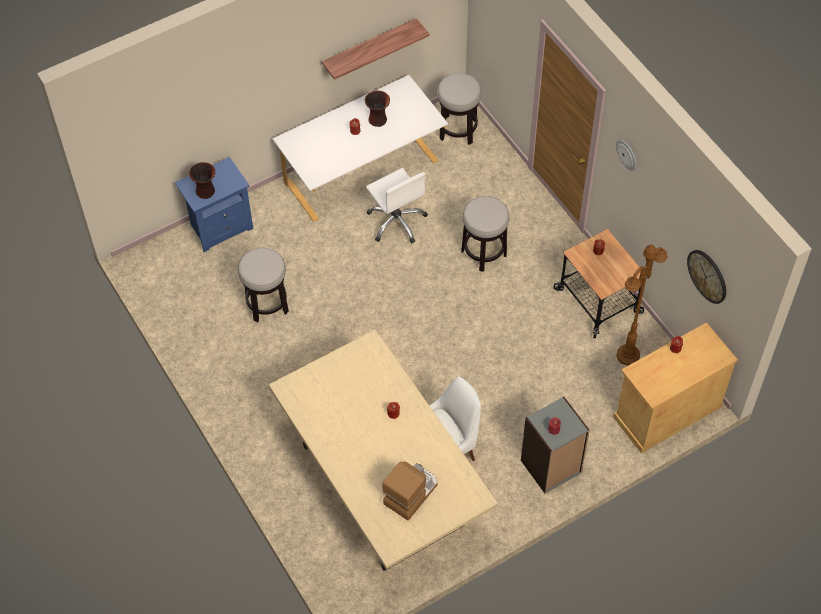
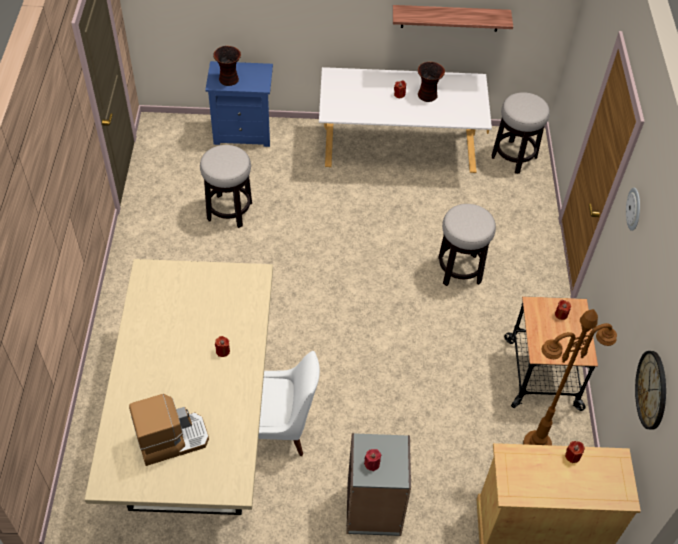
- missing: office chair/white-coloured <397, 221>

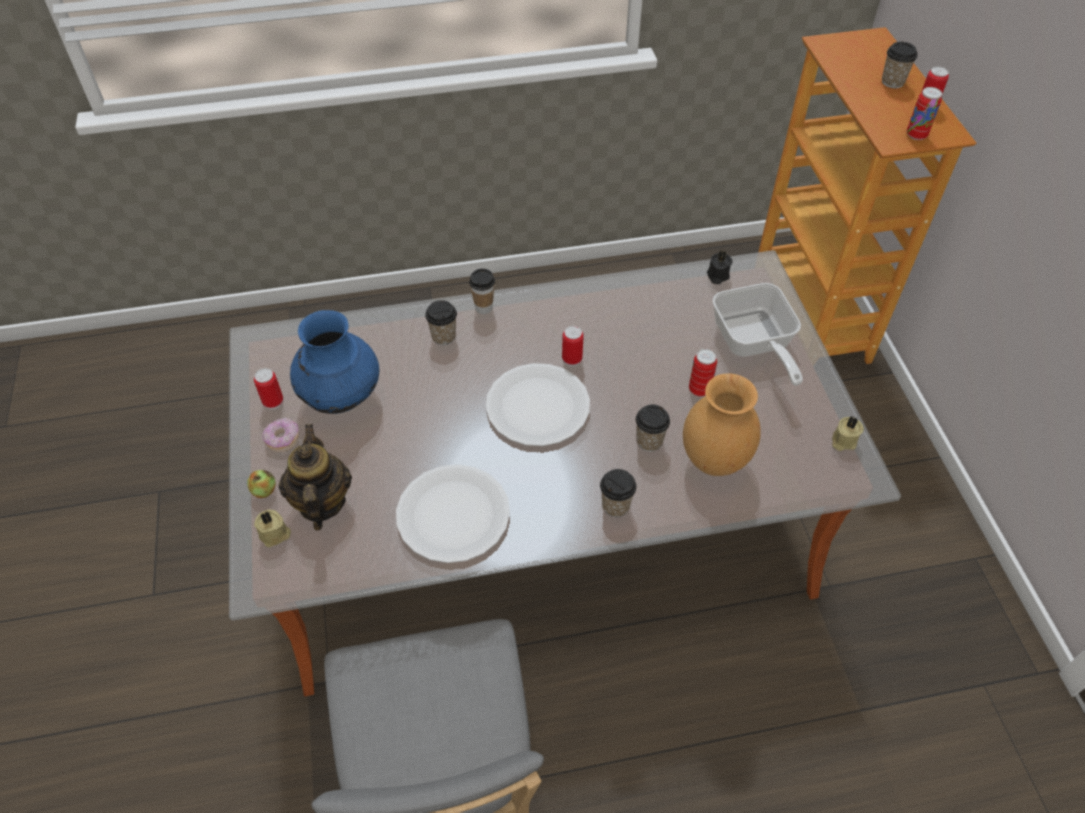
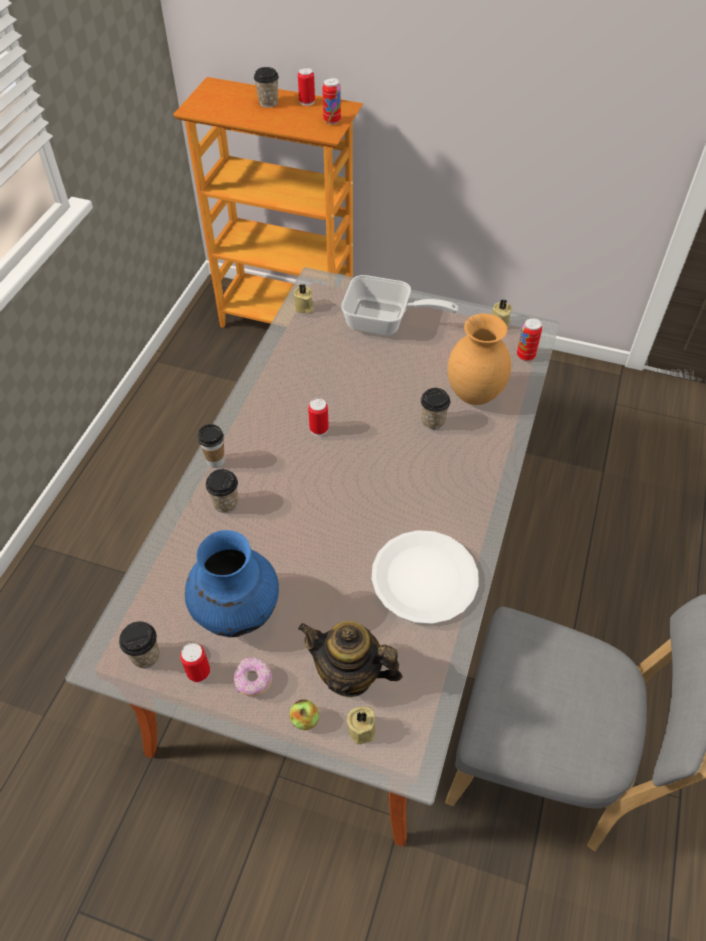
- colour: candle/black-coloured <717, 276> to candle/beige-coloured <304, 307>
- relocated: can <699, 389> to <525, 356>
- missing: flat dish/white-coloured <537, 406>
- relocated: small cup <615, 506> to <145, 656>

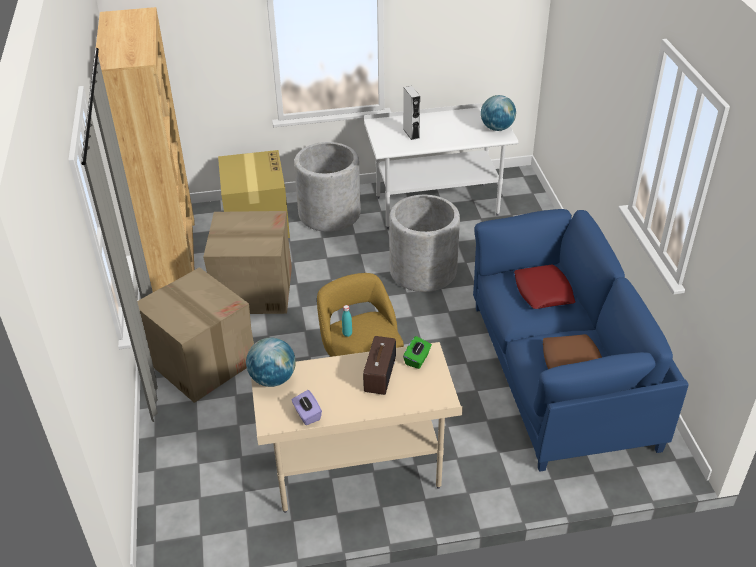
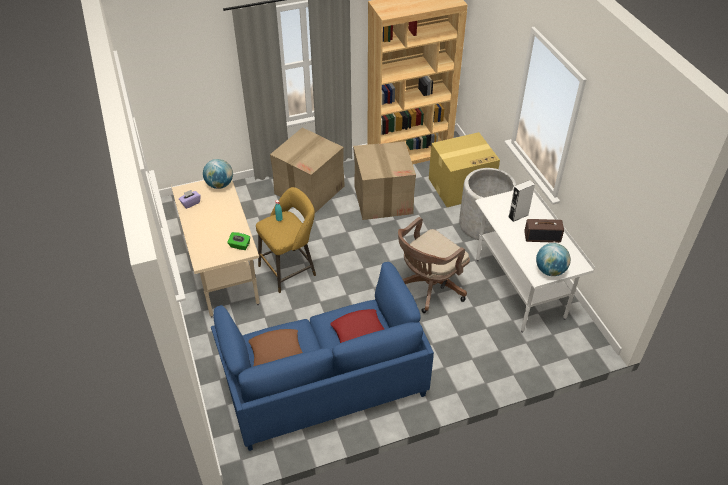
- exchanged: planter/gray <423, 271> to office chair/brown <428, 288>
- relocated: radio set <379, 374> to <542, 237>

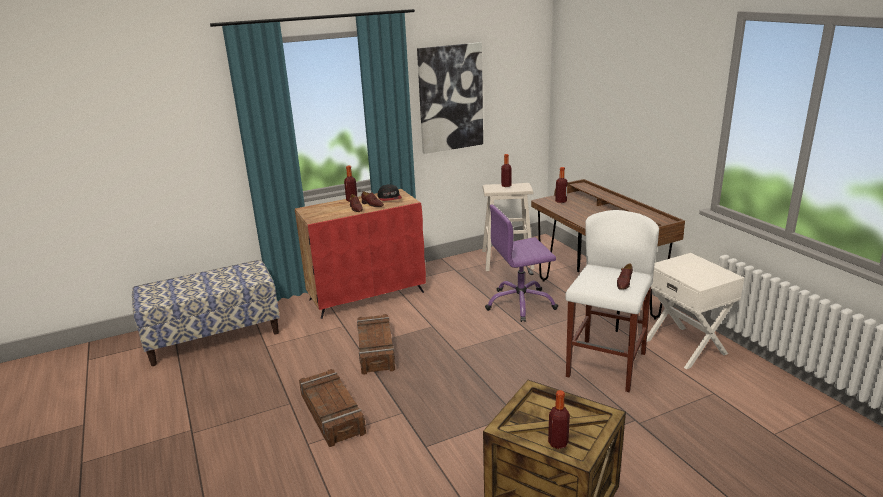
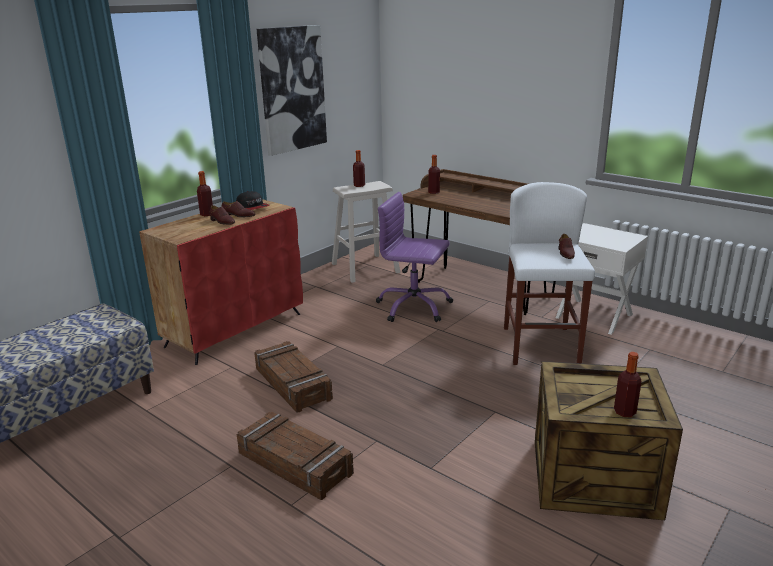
- spun: office chair/purple <520, 304> = <413, 307> 60 degrees clockwise

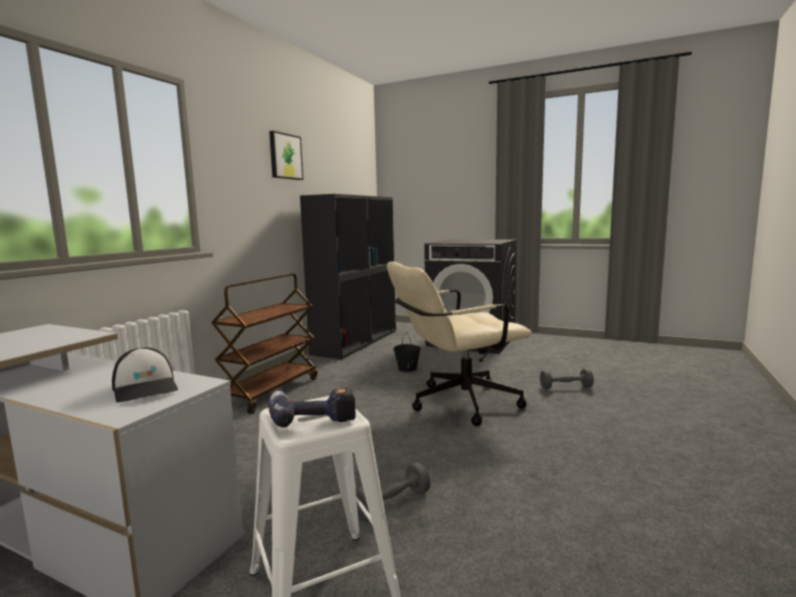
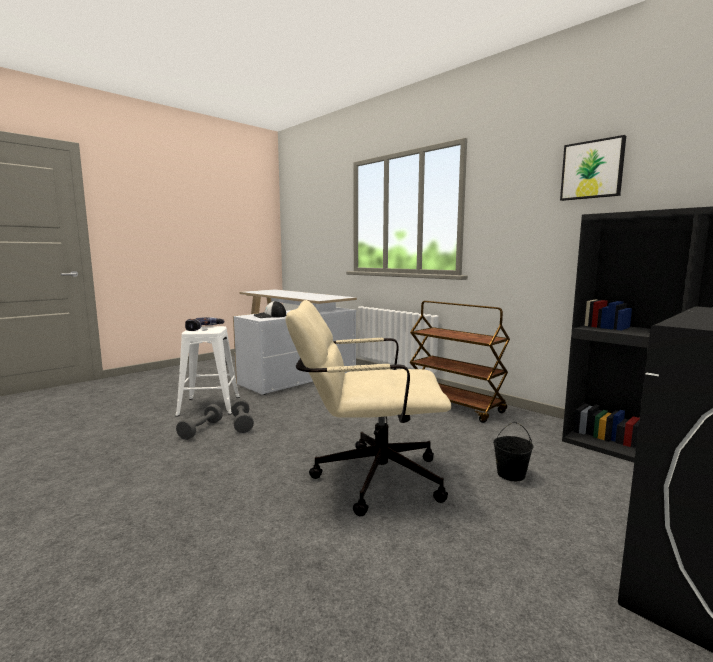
- spun: office chair/beige-coloured <456, 403> = <367, 478> 90 degrees counterclockwise
- relocated: hand weight/gray <565, 387> to <201, 430>

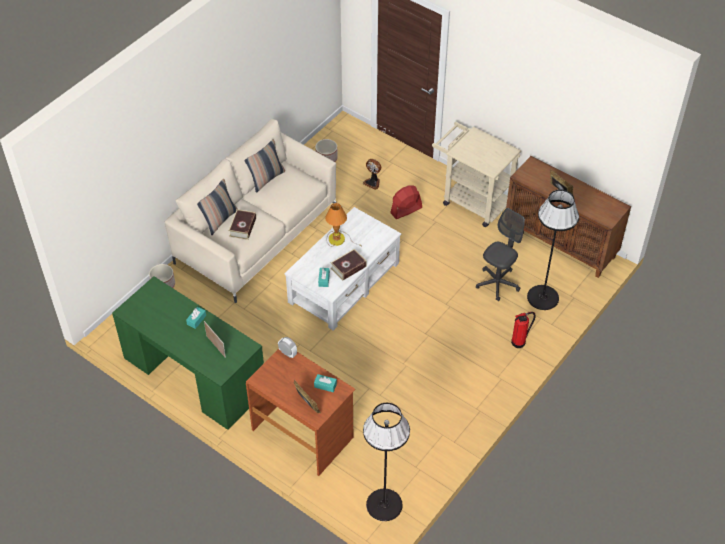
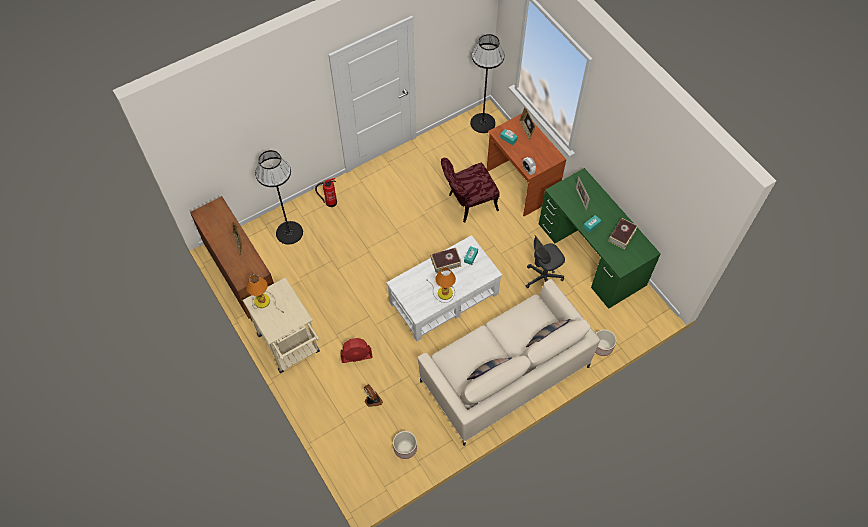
- relocated: office chair/gray <497, 284> to <543, 278>
- relocated: book <243, 227> to <622, 235>
- appeared: chair/red <468, 204>
- appeared: lamp for a table <264, 301>

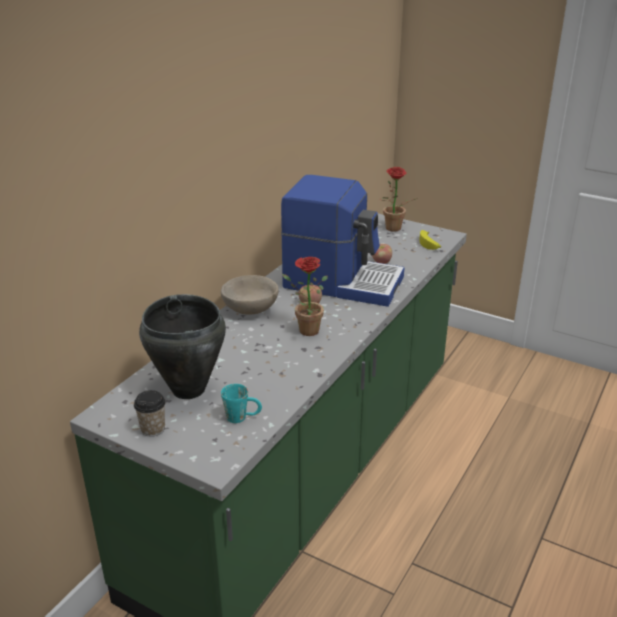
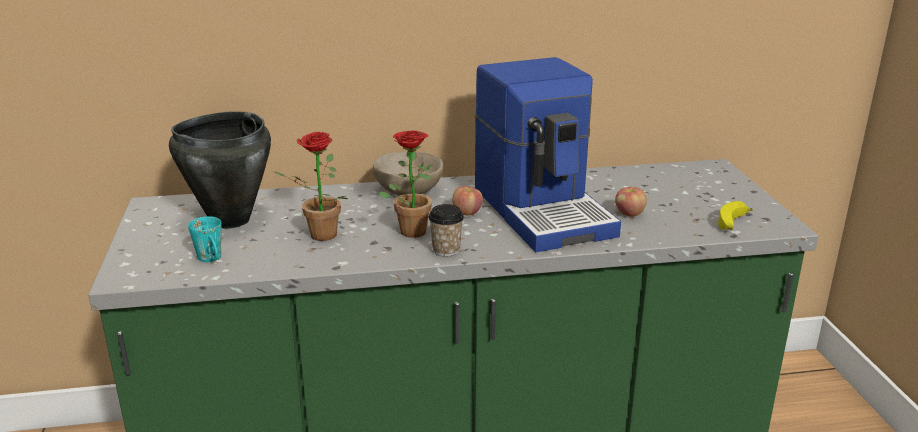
- relocated: houseplant <393, 229> to <317, 236>
- relocated: small cup <153, 429> to <446, 250>

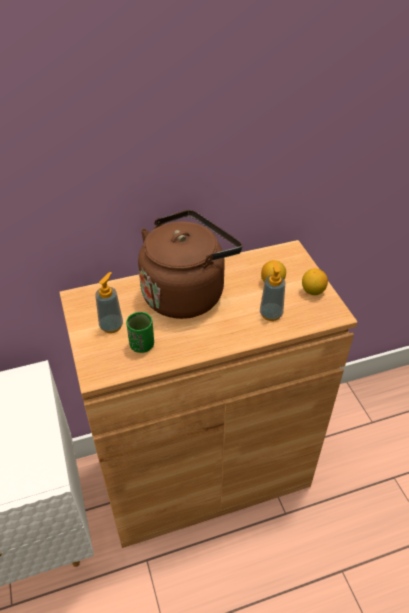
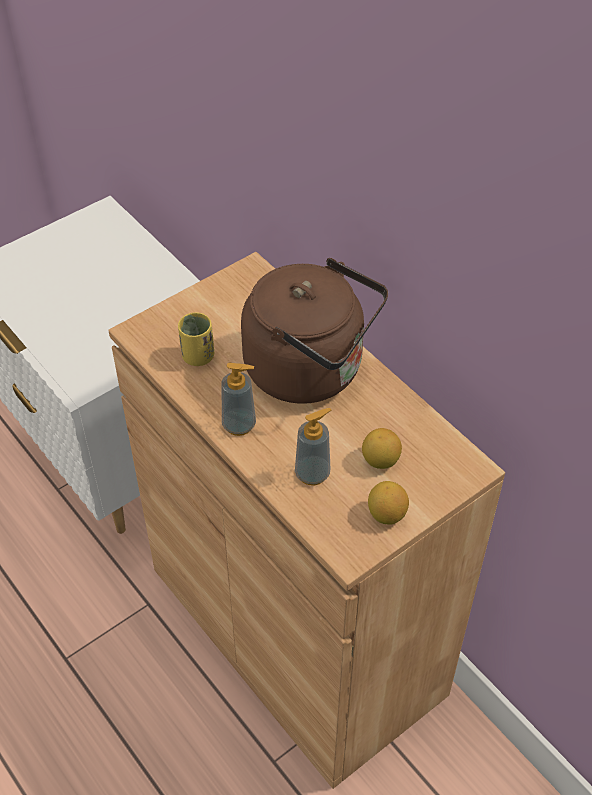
- relocated: soap dispenser <111, 326> to <239, 425>
- colour: small cup/green-coloured <142, 345> to small cup/yellowish <198, 356>

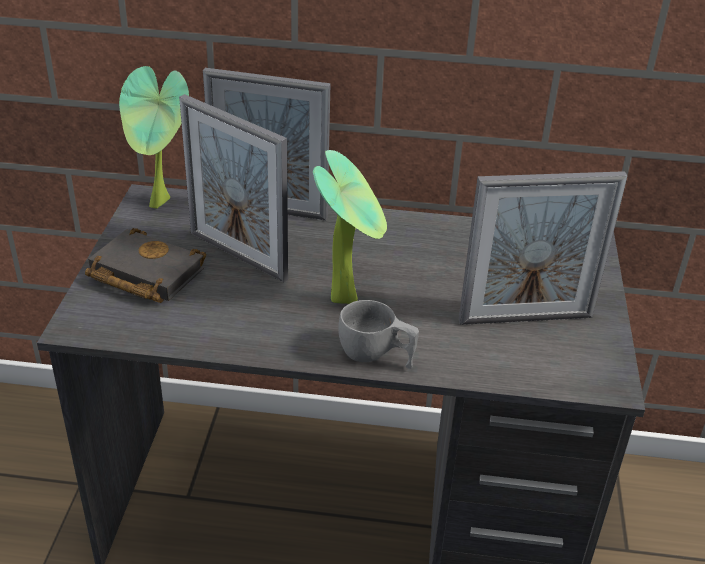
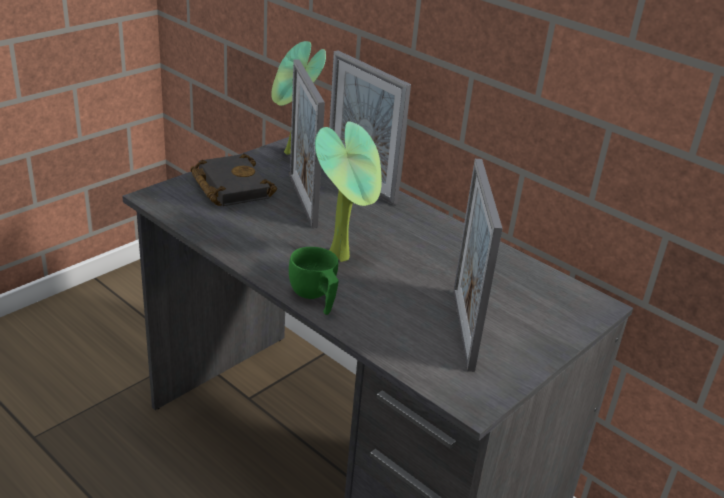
- spun: picture frame <525, 319> = <463, 329> 60 degrees clockwise
- colour: small cup/gray <376, 356> to small cup/green-coloured <315, 297>

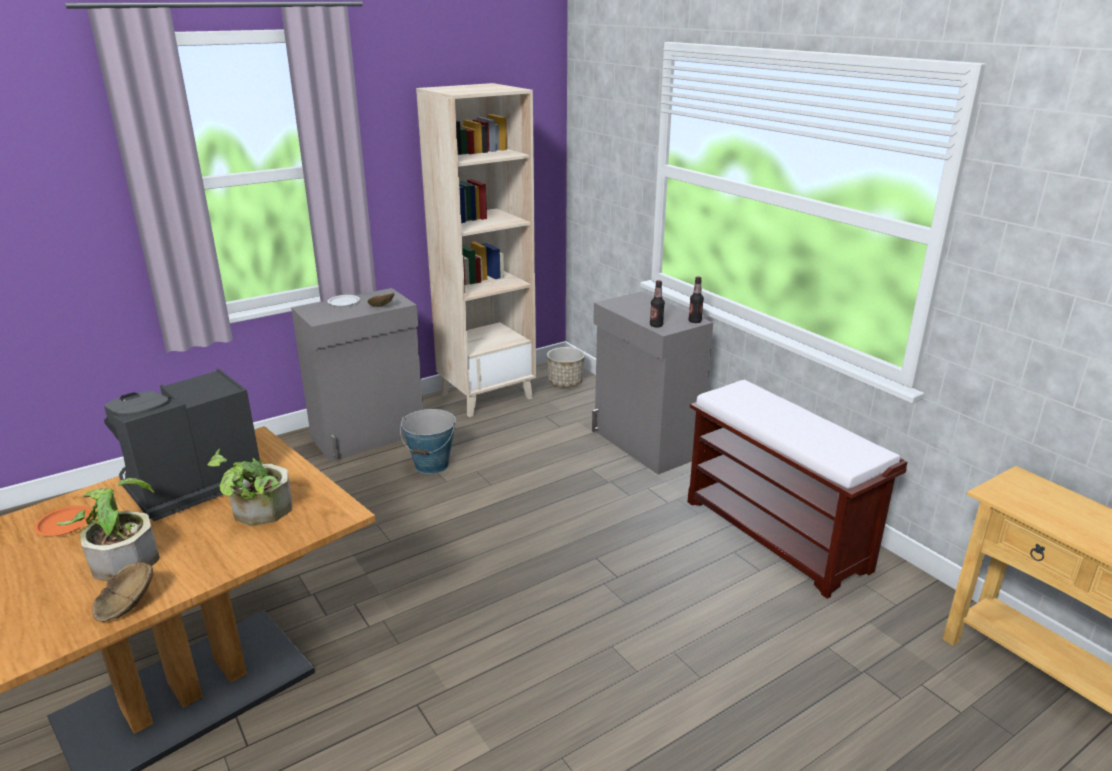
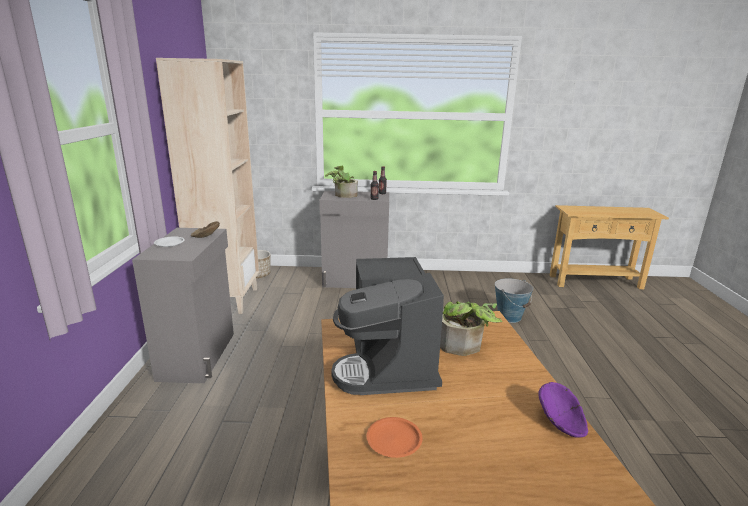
- missing: long seat/brown <777, 535>
- relocated: water bucket <432, 465> to <509, 317>
- relocated: houseplant <123, 557> to <342, 195>
- colour: deep dish/brown <124, 605> to deep dish/purple <561, 423>

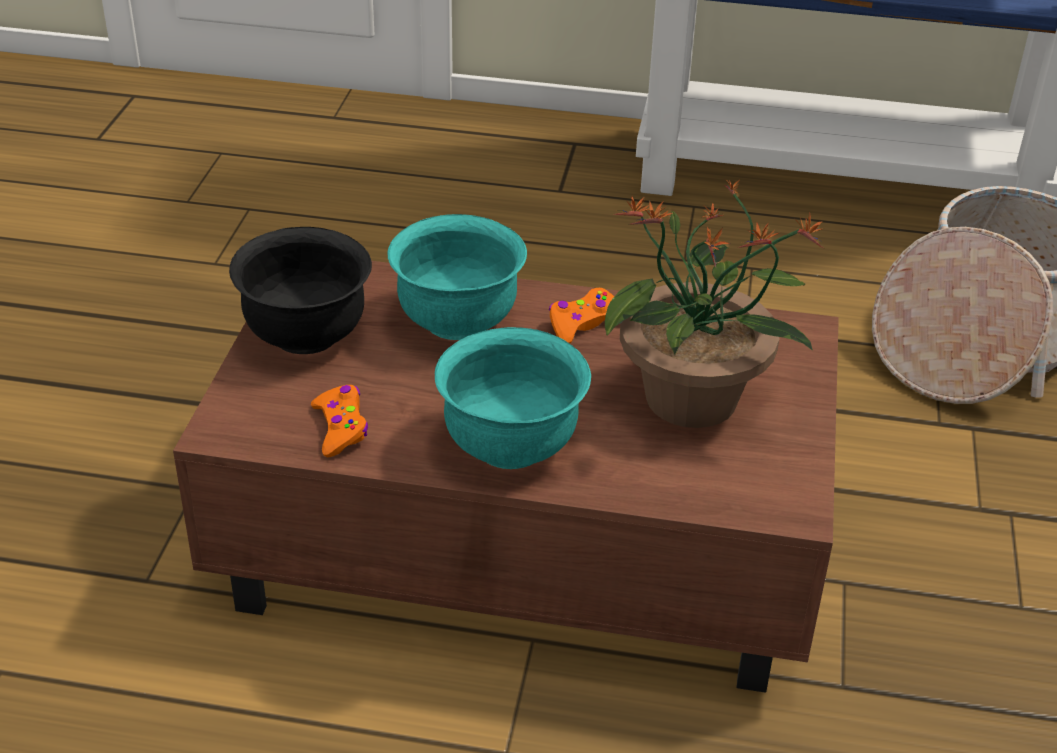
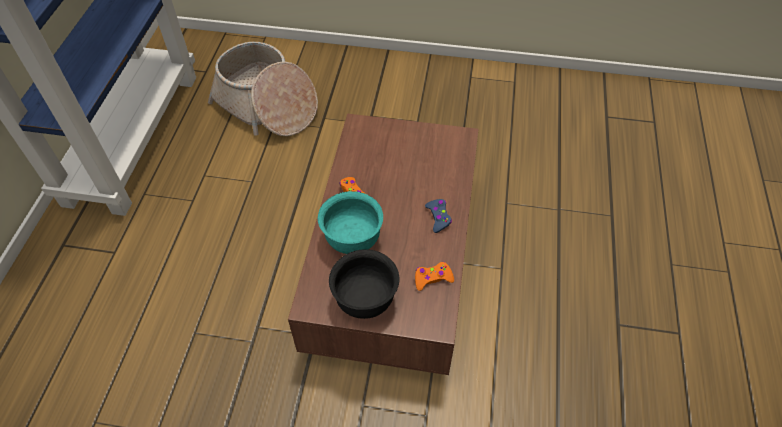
- missing: houseplant <694, 400>
- exchanged: deep dish/blue-green <511, 446> to joypad/blue-coloured <438, 217>

